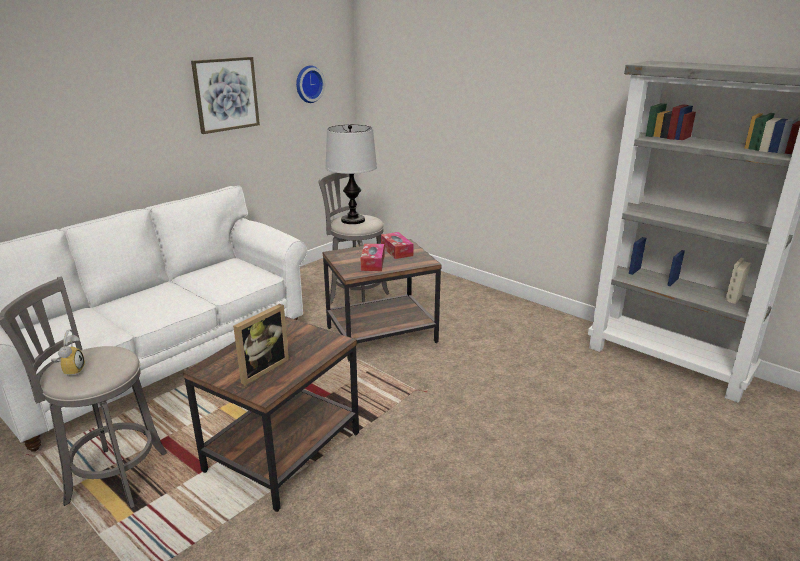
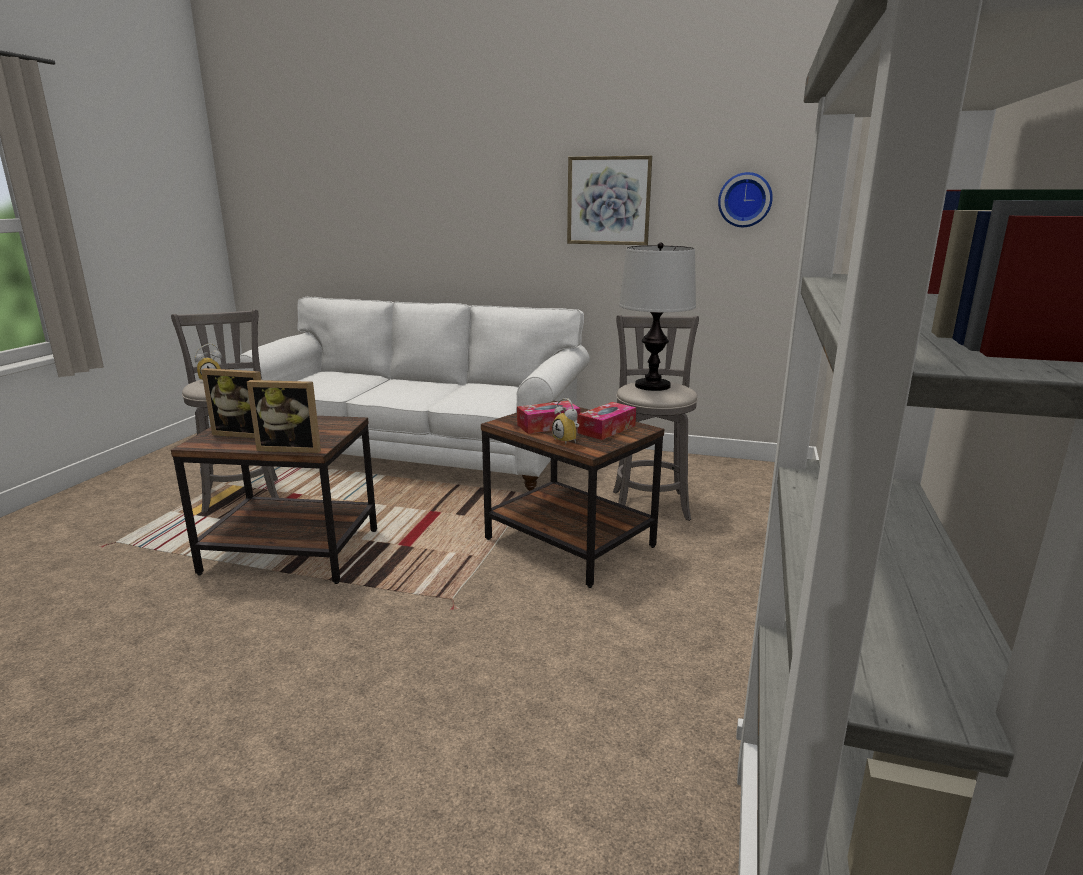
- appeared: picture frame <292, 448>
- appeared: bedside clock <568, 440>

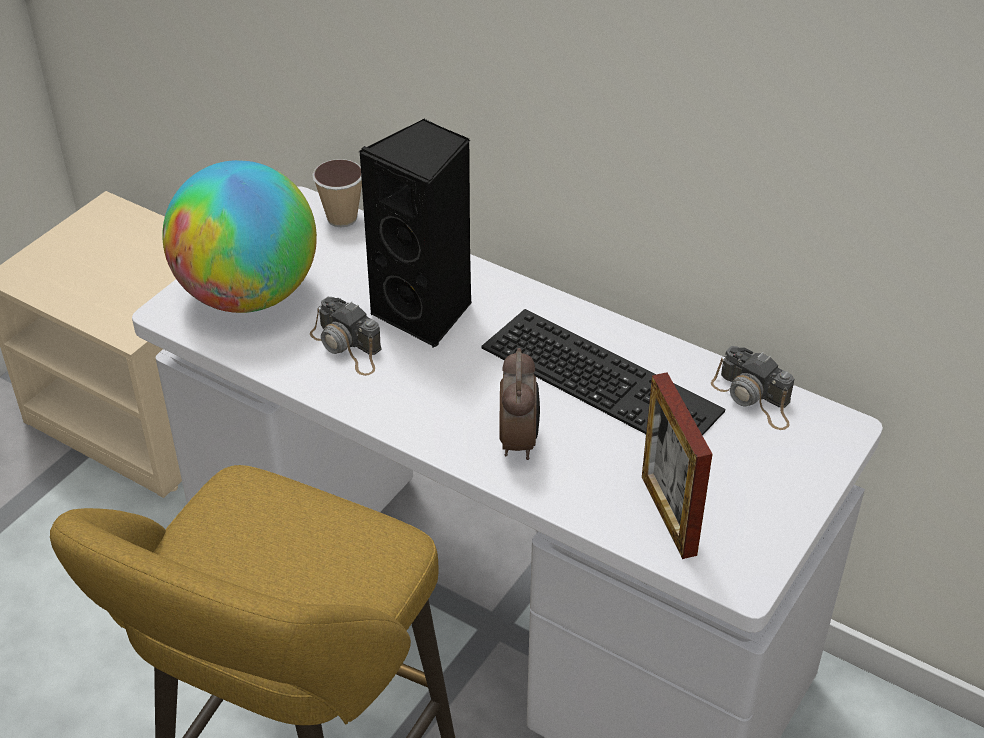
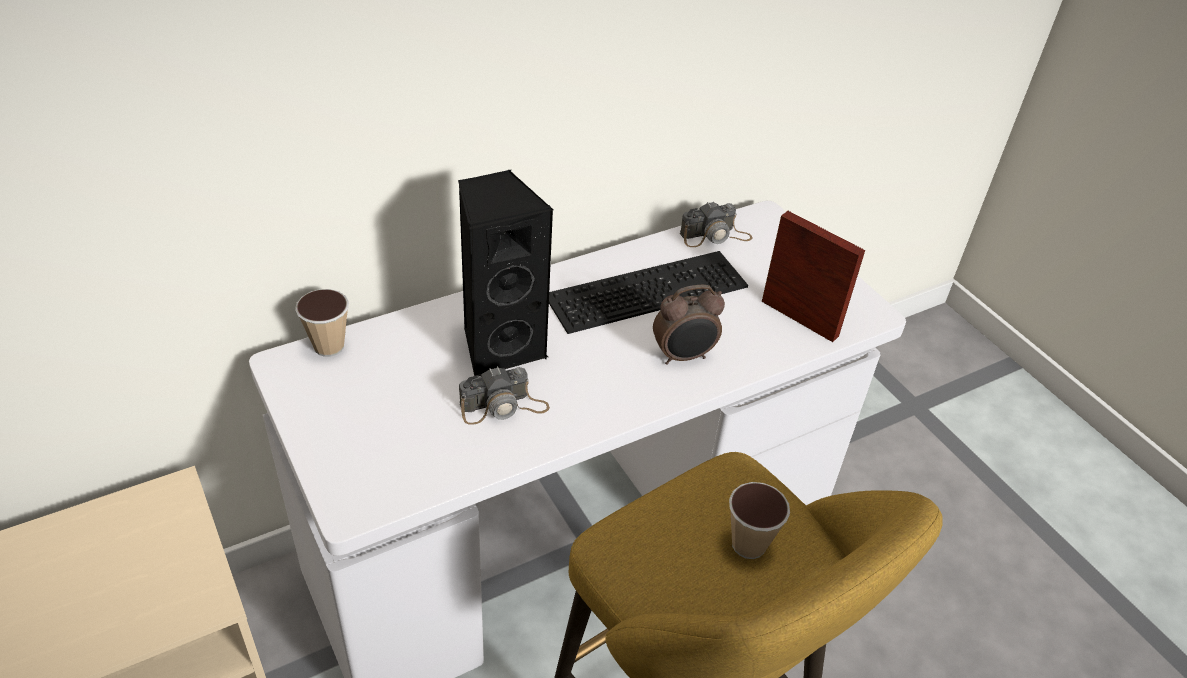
- missing: world globe <248, 295>
- spun: bedside clock <519, 441> = <684, 356> 135 degrees clockwise
- spun: picture frame <668, 515> = <799, 318> 150 degrees counterclockwise
- appeared: small cup <748, 544>

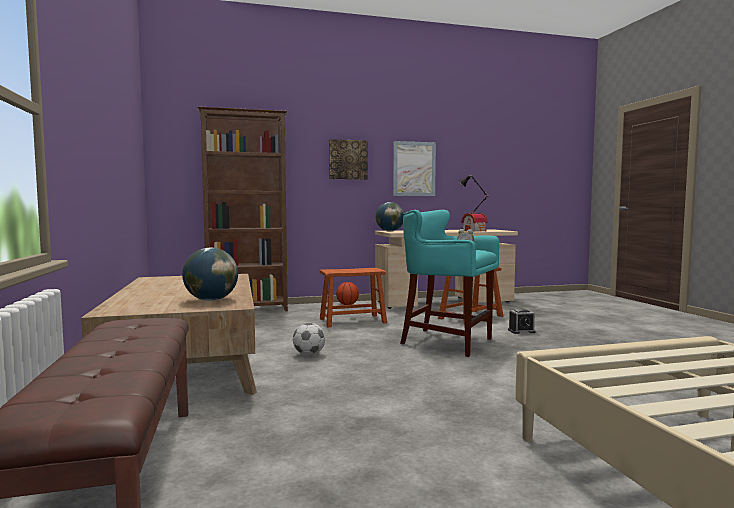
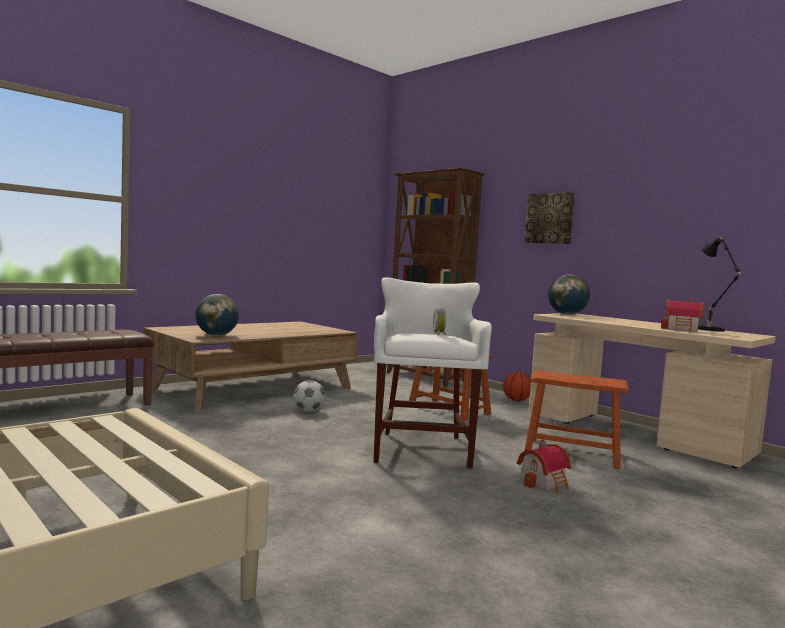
- missing: wall art <414, 169>
- colour: stool/blue-green <447, 342> to stool/white-coloured <422, 450>
- exchanged: bedside clock <521, 331> to model house <545, 483>

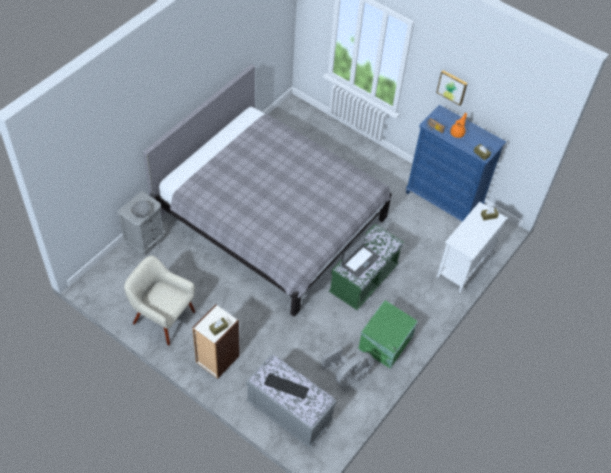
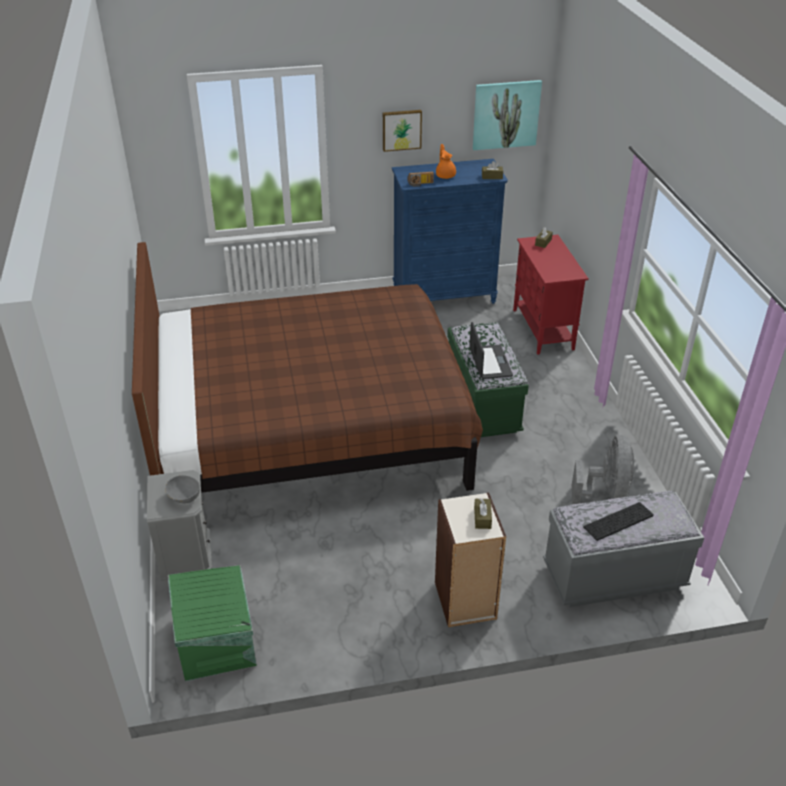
- colour: sleeping bed/gray <271, 219> to sleeping bed/brown <308, 427>
- colour: storage cabinet/white-coloured <463, 266> to storage cabinet/red <543, 330>
- missing: easy chair/beige-coloured <163, 317>
- relocated: storage box/green-coloured <386, 342> to <217, 638>
- appeared: wall art <506, 115>

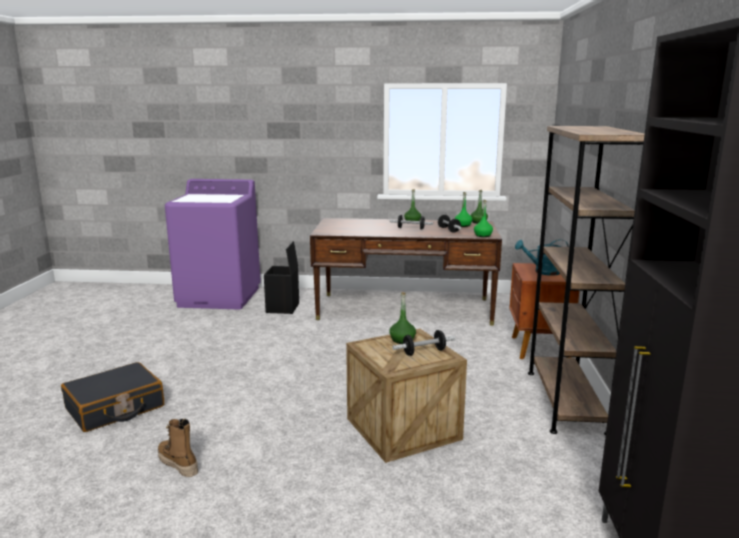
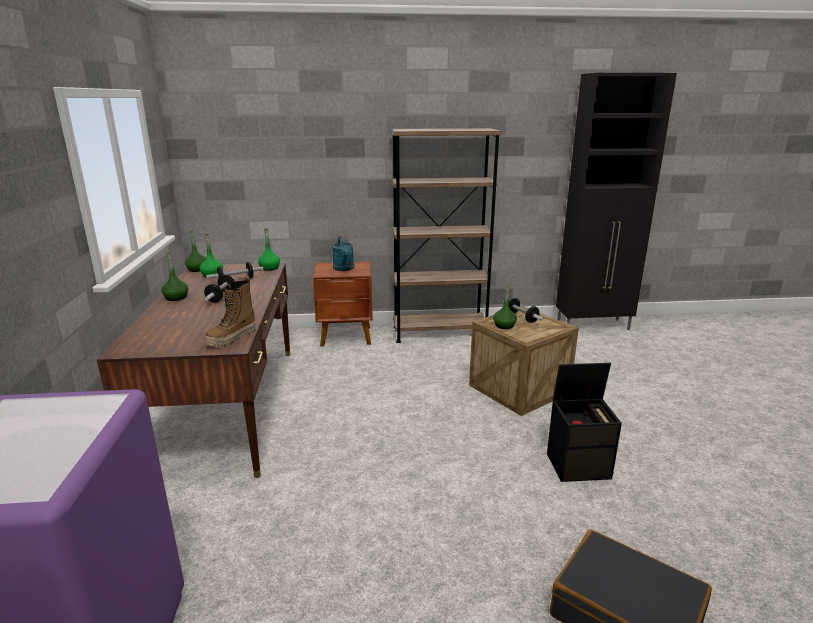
- relocated: storage box/black-coloured <283, 308> to <579, 465>
- relocated: boot <178, 464> to <232, 339>

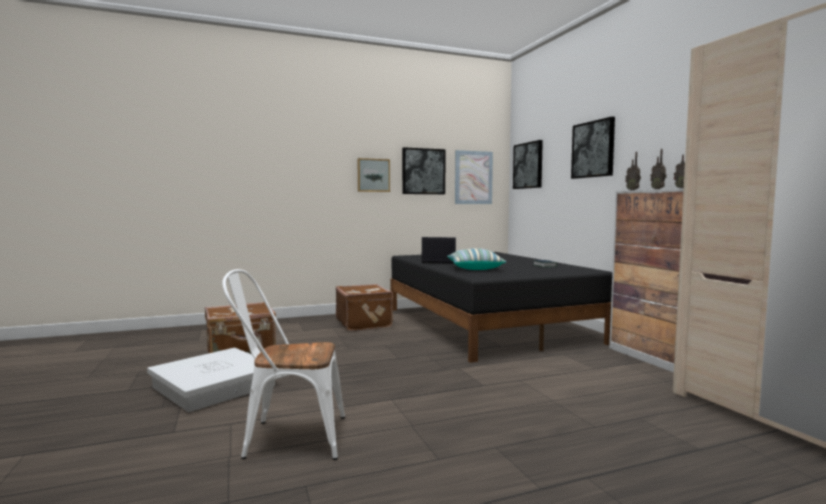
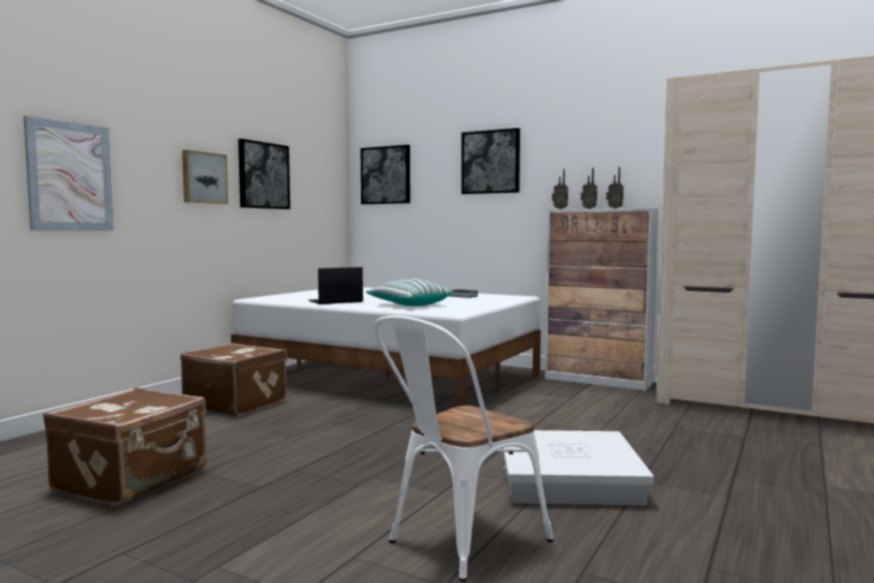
- relocated: wall art <473, 177> to <70, 176>
- colour: sleeping bed/black-coloured <486, 324> to sleeping bed/white-coloured <390, 377>
- relocated: storage box/white-coloured <214, 386> to <568, 478>

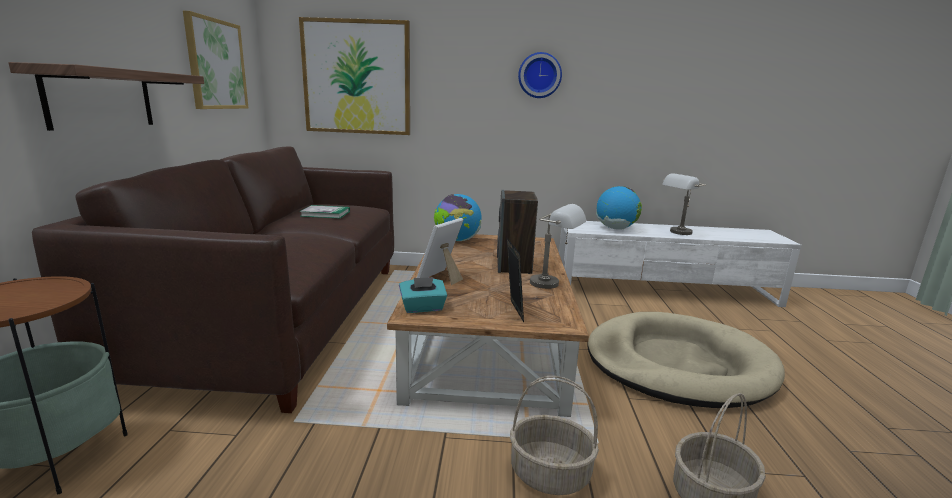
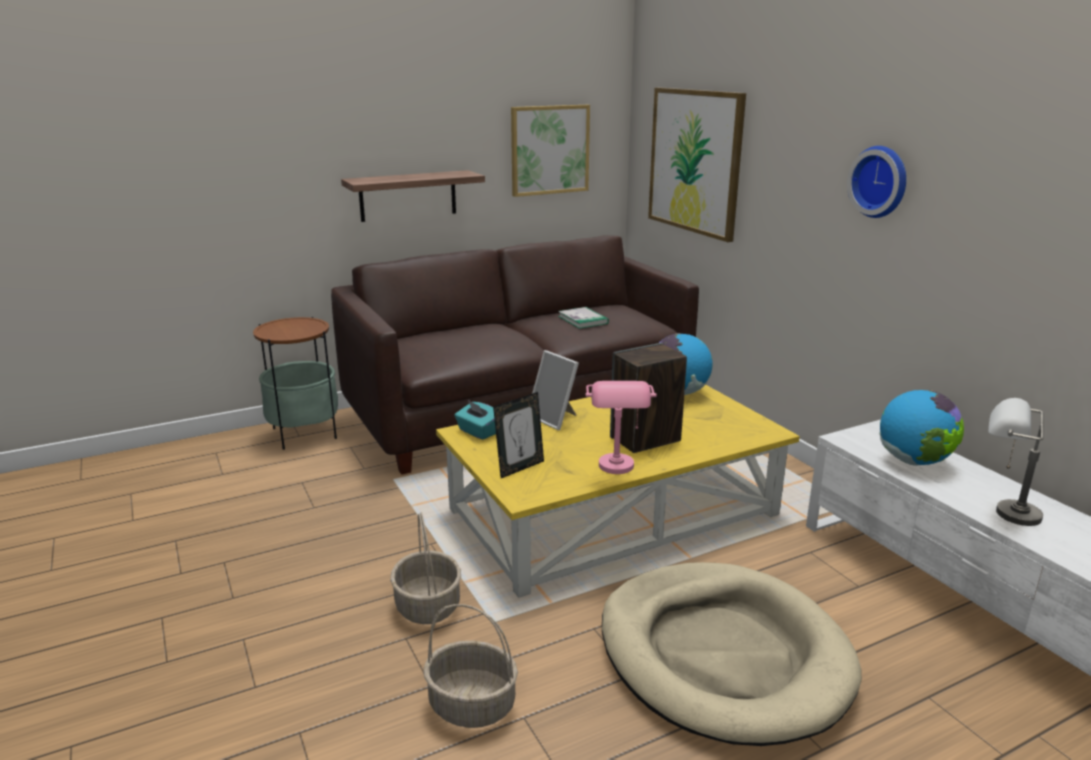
- colour: lamp for a table/gray <554, 285> to lamp for a table/pink-coloured <618, 471>
- spun: picture frame <441, 278> = <554, 418> 135 degrees counterclockwise
- colour: lounge table/brown <486, 337> to lounge table/yellowish <613, 510>

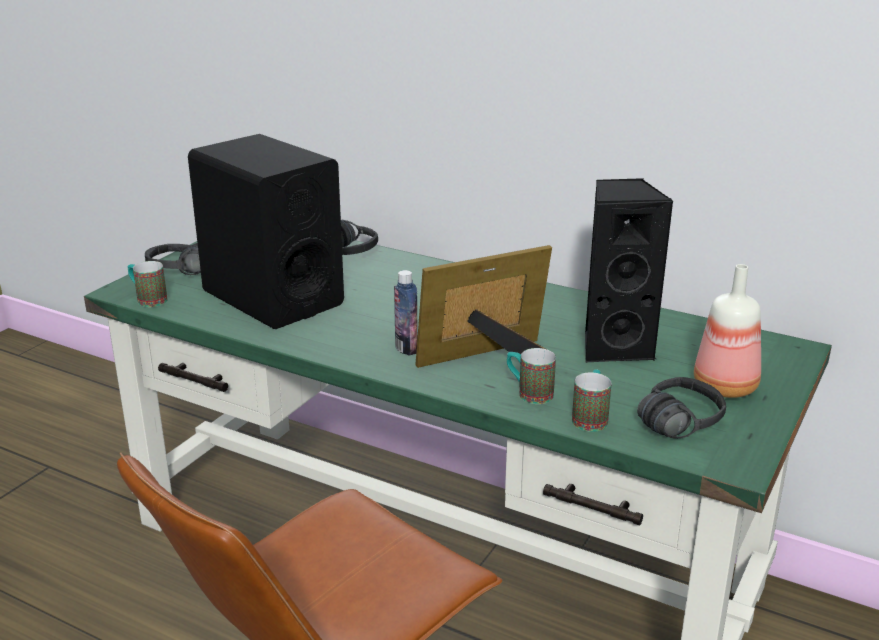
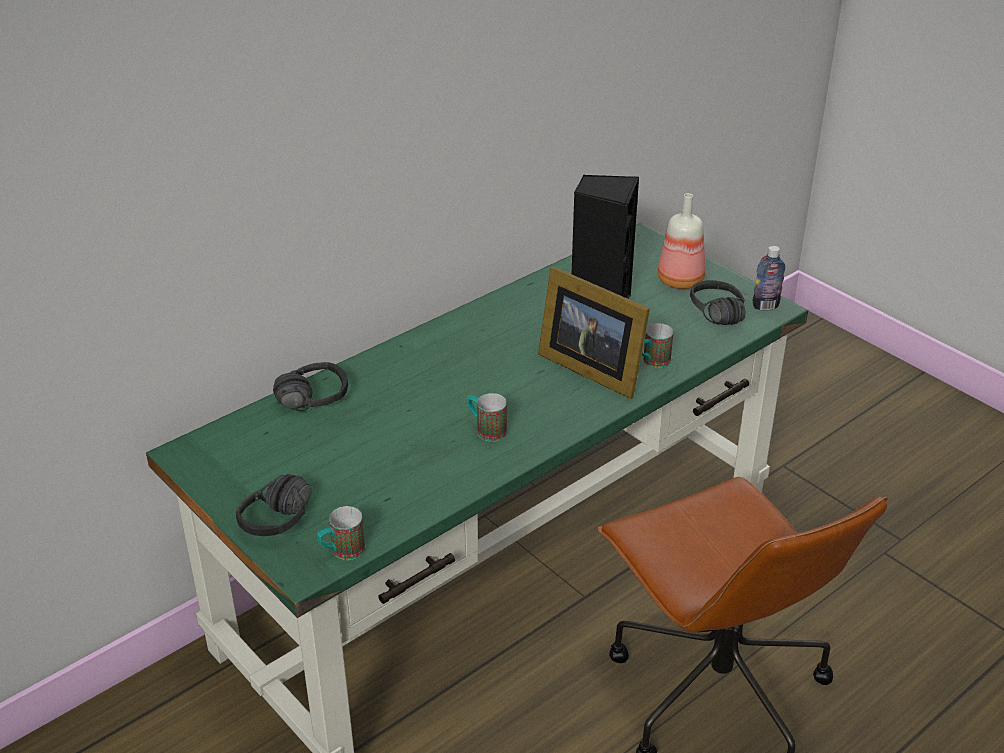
- missing: audio speaker/black-coloured <272, 298>
- spun: picture frame <489, 359> = <590, 367> 45 degrees counterclockwise
- relocated: bottle <406, 348> to <765, 306>
- relocated: coffee mug <591, 417> to <486, 430>

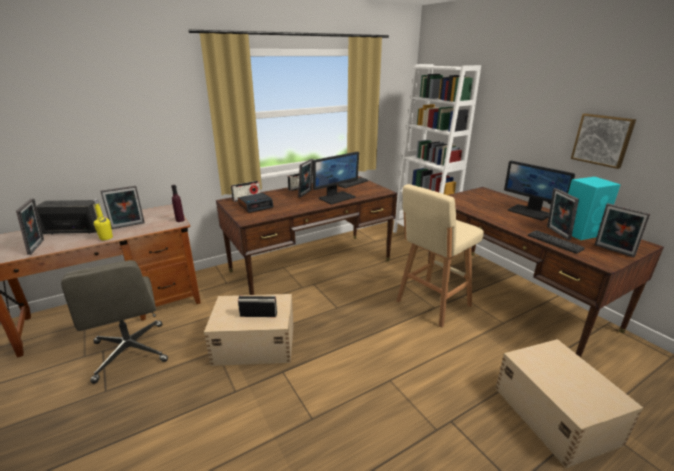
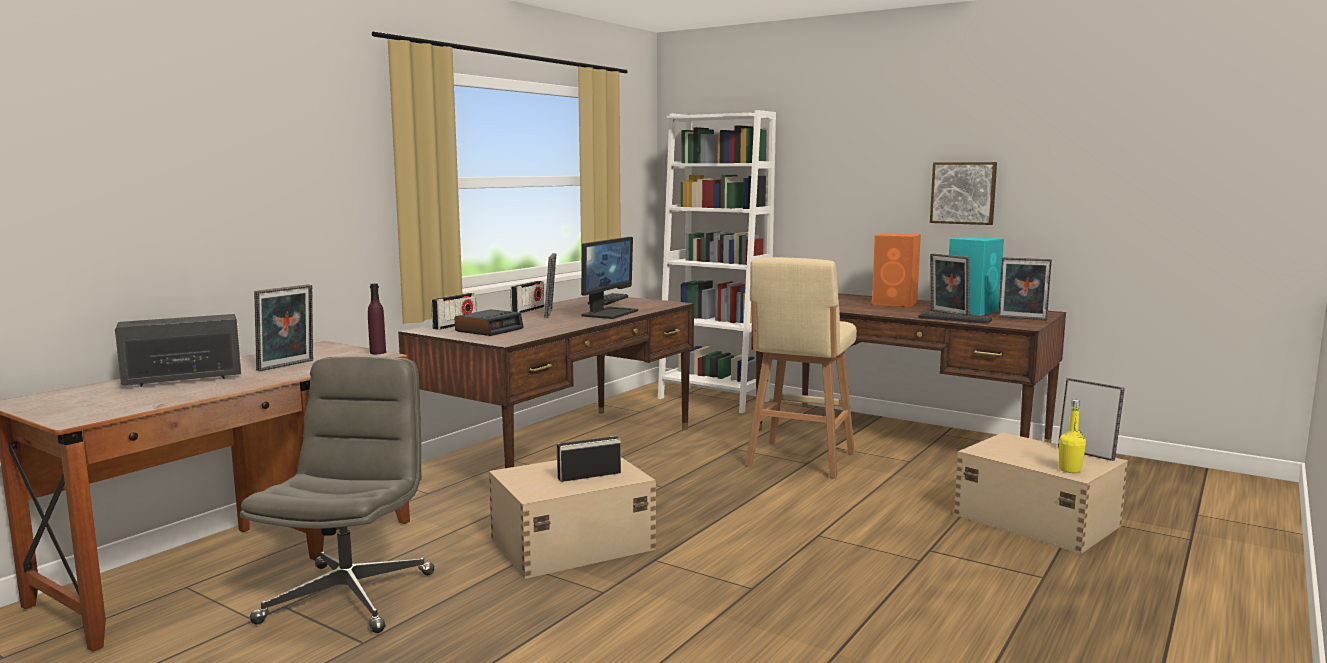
- exchanged: monitor <530, 212> to audio speaker/orange-coloured <895, 303>
- relocated: picture frame <38, 246> to <1087, 453>
- relocated: bottle/yellowish <106, 238> to <1070, 470>
- spun: office chair/gray <130, 352> = <348, 596> 120 degrees counterclockwise

